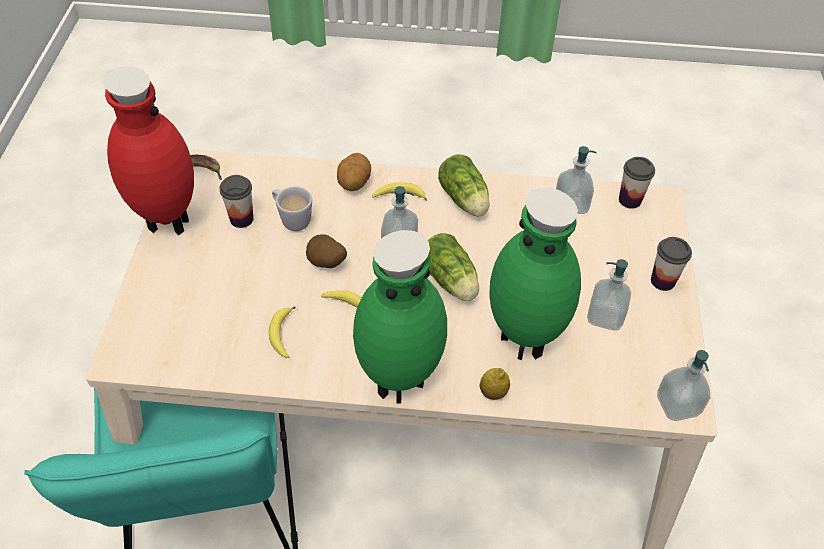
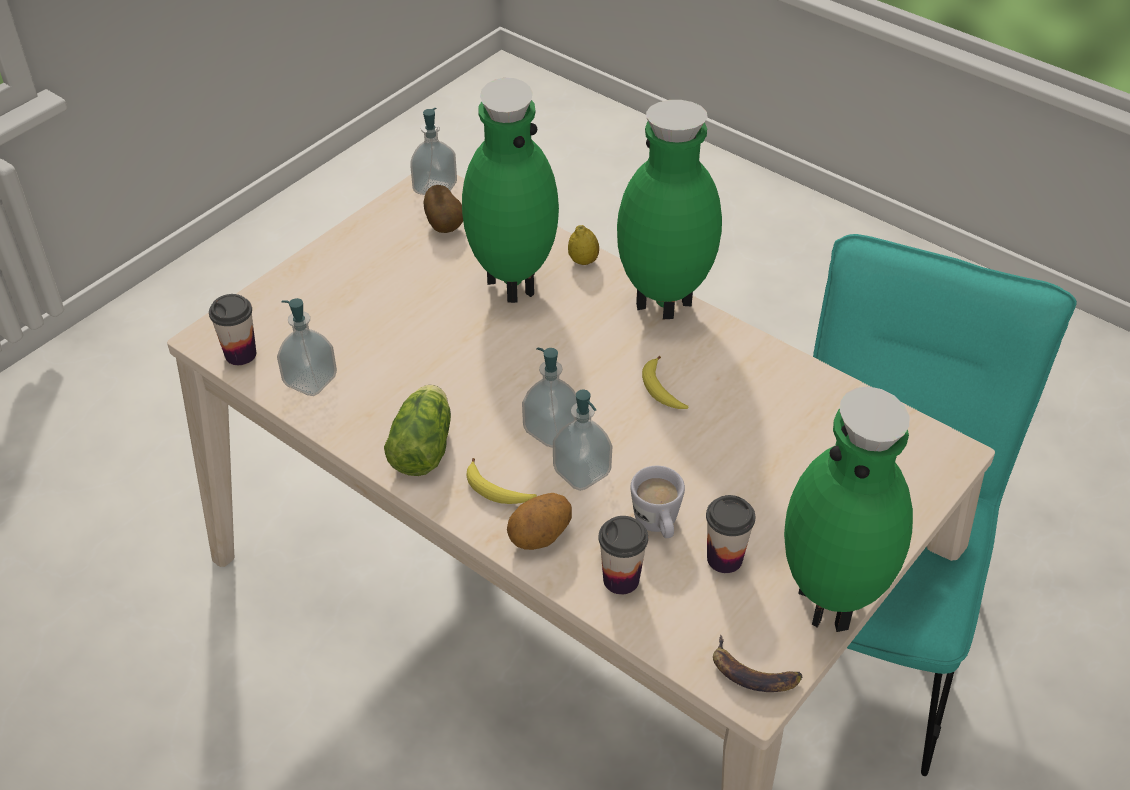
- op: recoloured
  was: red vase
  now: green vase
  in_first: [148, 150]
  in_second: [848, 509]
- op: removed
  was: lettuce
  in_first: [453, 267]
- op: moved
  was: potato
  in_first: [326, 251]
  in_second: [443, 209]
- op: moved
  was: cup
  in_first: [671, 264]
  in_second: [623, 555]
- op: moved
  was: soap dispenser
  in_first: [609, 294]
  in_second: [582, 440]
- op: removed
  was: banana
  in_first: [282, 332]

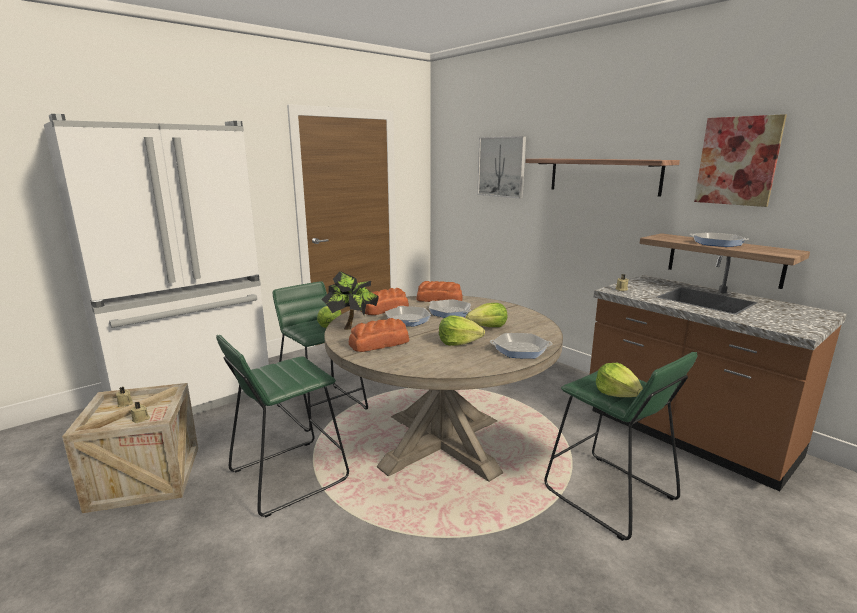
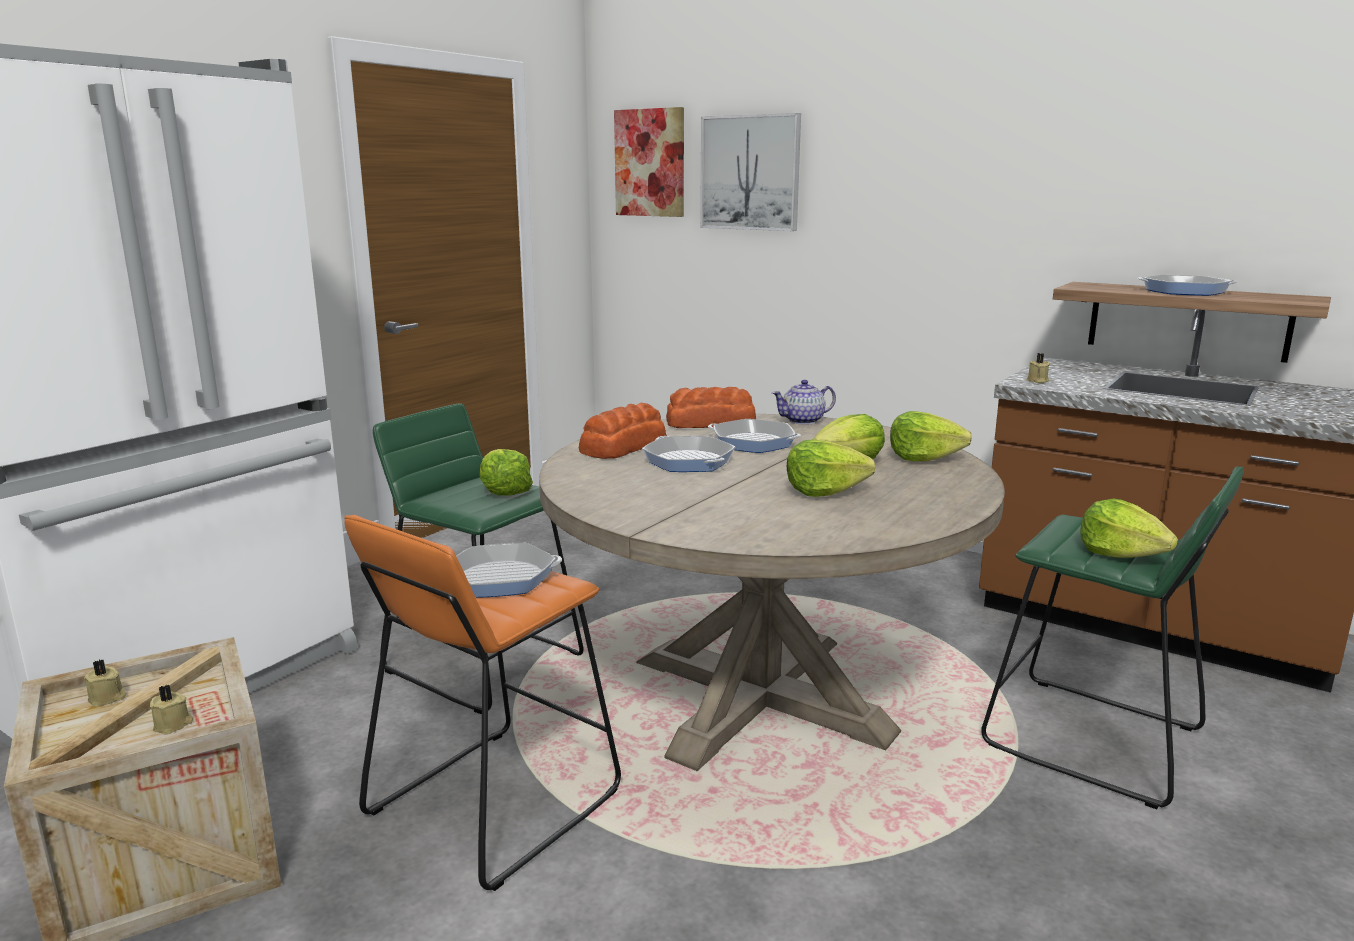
- op: moved
  was: picture
  in_first: [740, 160]
  in_second: [649, 162]
- op: removed
  was: shelf
  in_first: [602, 178]
- op: removed
  was: potted plant
  in_first: [350, 300]
- op: removed
  was: bread
  in_first: [379, 335]
- op: moved
  was: frying pan
  in_first: [521, 346]
  in_second: [509, 570]
- op: recoloured
  was: green stool
  now: orange stool
  in_first: [282, 426]
  in_second: [482, 703]
- op: added
  now: teapot
  in_second: [804, 402]
- op: added
  now: lettuce
  in_second: [931, 436]

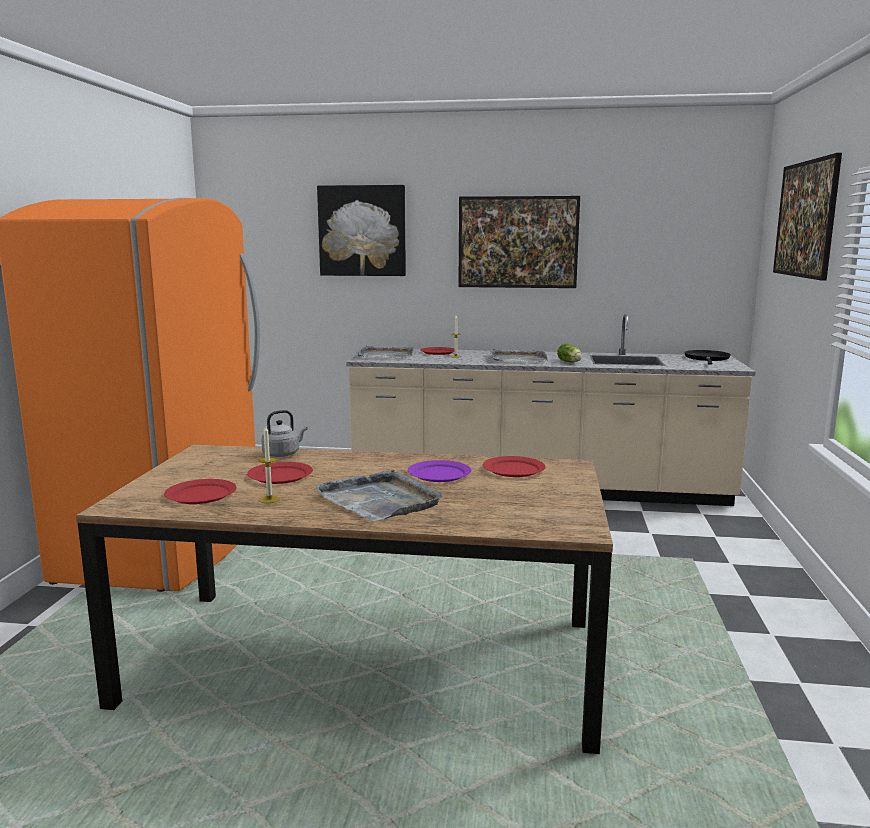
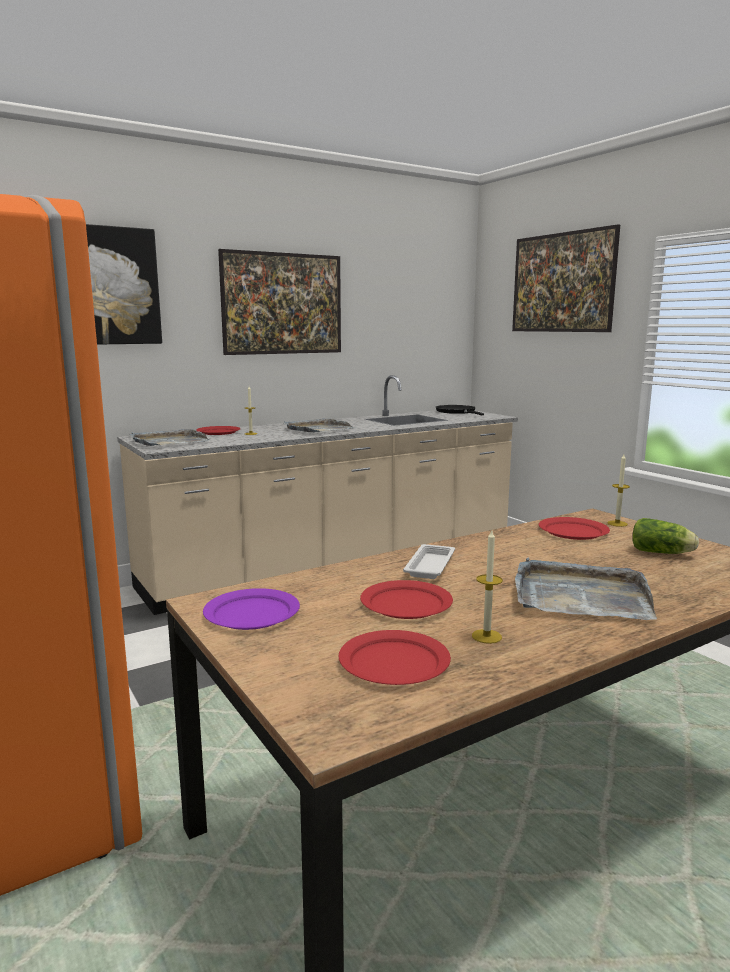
- op: moved
  was: lettuce
  in_first: [569, 353]
  in_second: [665, 536]
- op: removed
  was: grey kettle
  in_first: [284, 433]
- op: moved
  was: purple plate
  in_first: [439, 471]
  in_second: [251, 609]
- op: added
  now: candle
  in_second: [618, 490]
- op: added
  now: white tray
  in_second: [429, 561]

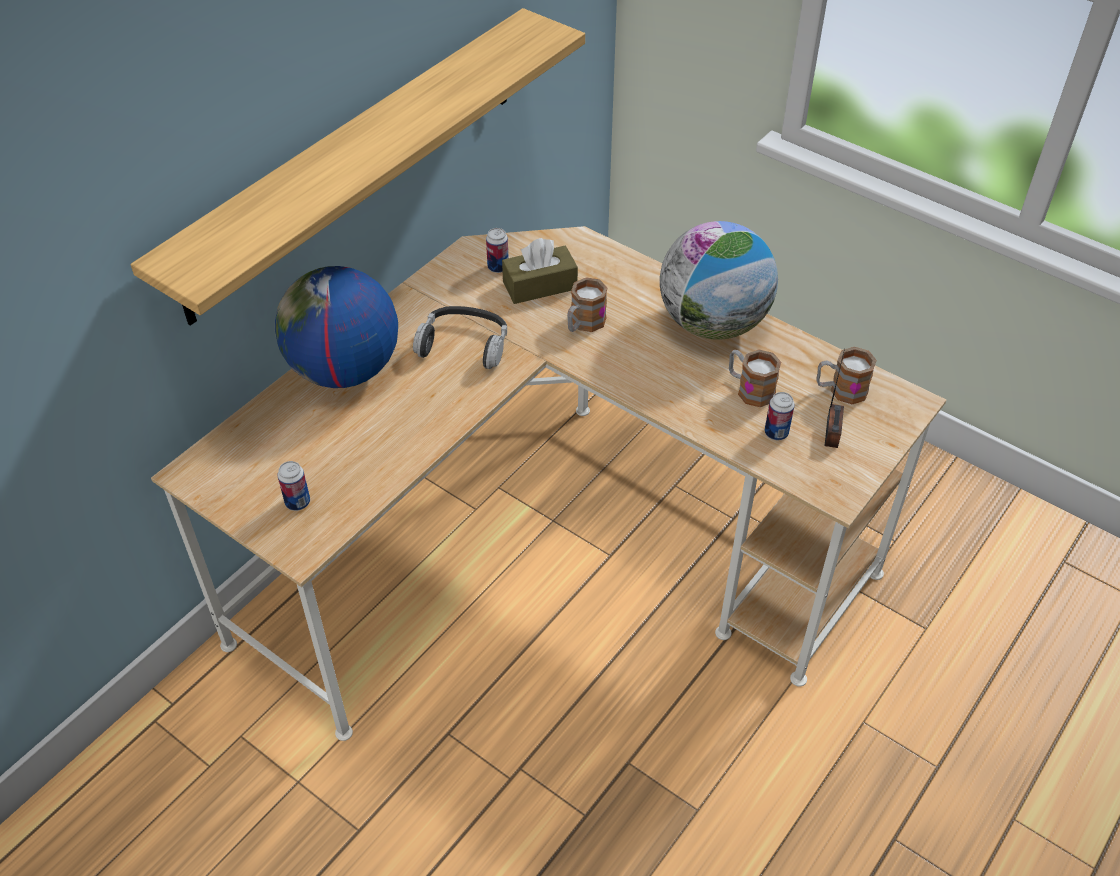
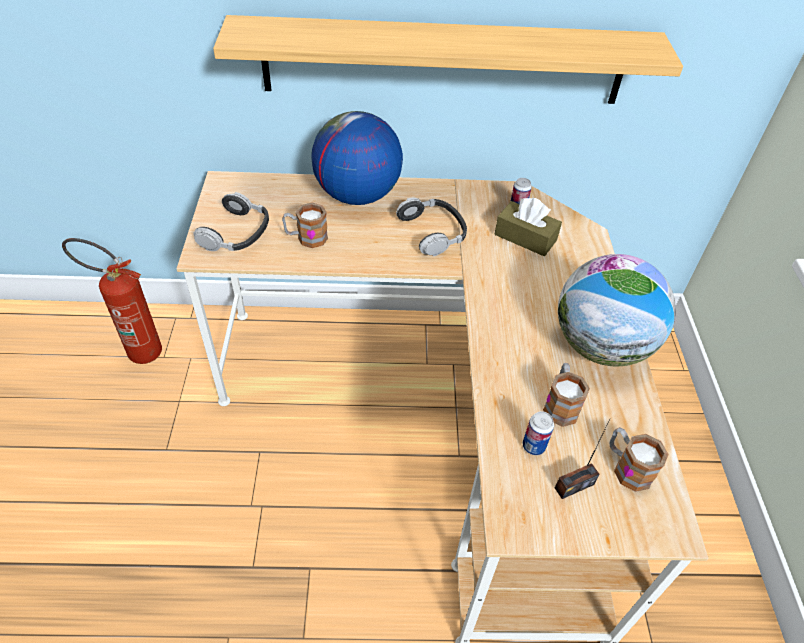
- op: moved
  was: mug
  in_first: [587, 304]
  in_second: [305, 225]
- op: replaced
  was: can
  now: headphones
  in_first: [293, 486]
  in_second: [231, 221]
- op: added
  now: fire extinguisher
  in_second: [112, 301]

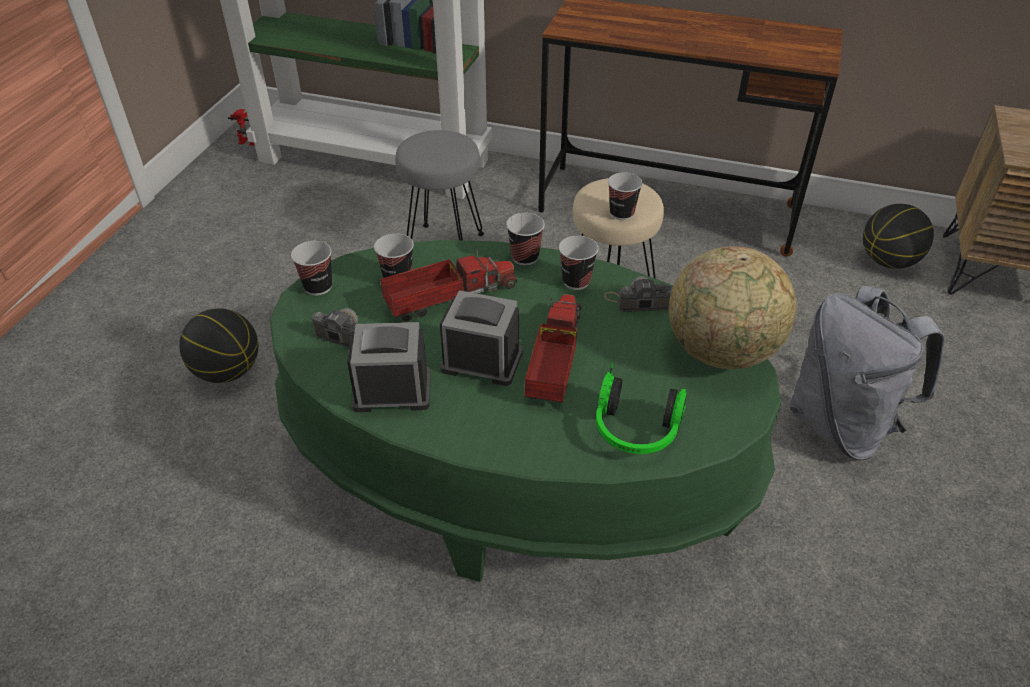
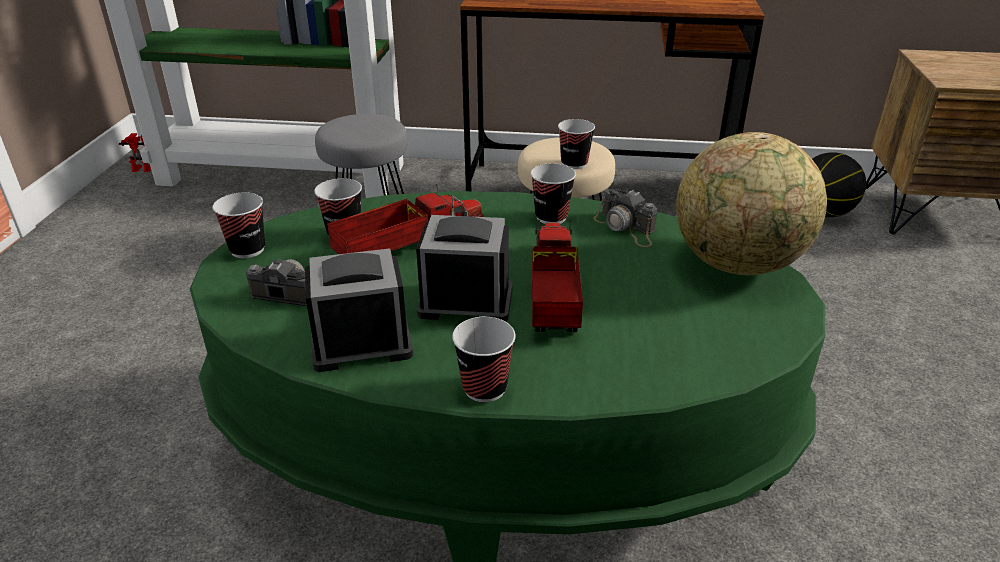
- op: moved
  was: cup
  in_first: [525, 239]
  in_second: [484, 359]
- op: turned
  was: photo camera
  in_first: [638, 294]
  in_second: [625, 218]
  clockwise: -120
- op: removed
  was: grey backpack
  in_first: [867, 372]
- op: removed
  was: basketball
  in_first: [218, 345]
- op: removed
  was: headphones
  in_first: [641, 409]

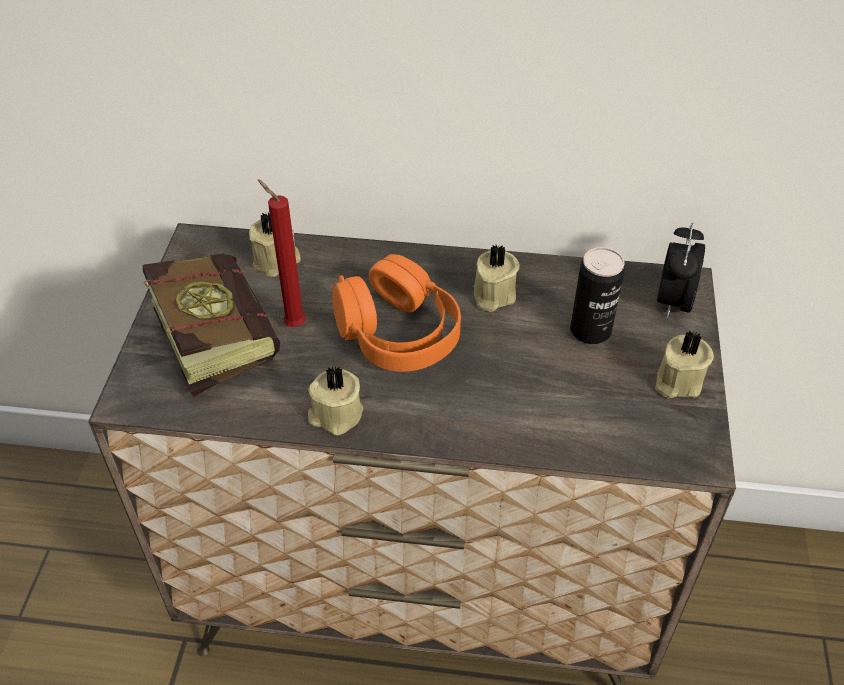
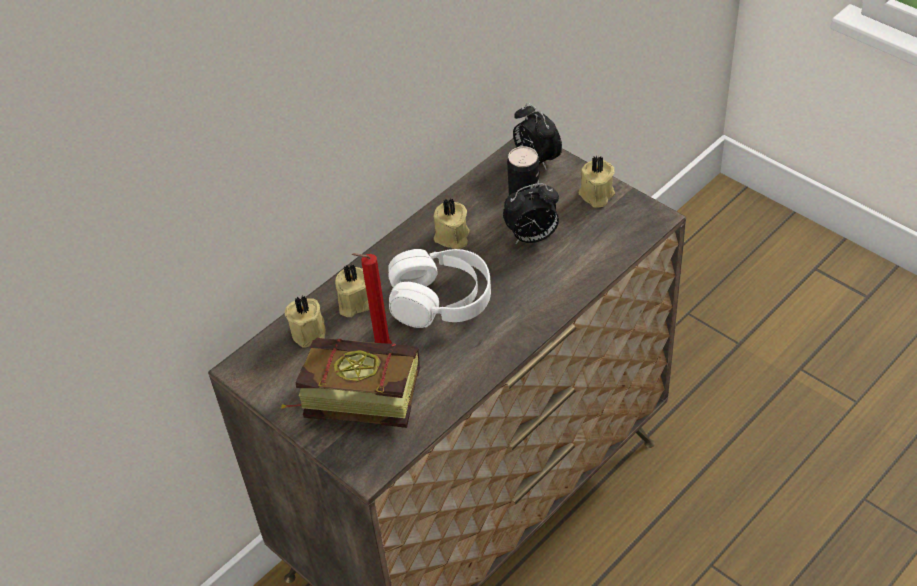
- op: recoloured
  was: orange headphones
  now: white headphones
  in_first: [396, 313]
  in_second: [439, 288]
- op: moved
  was: beige candle
  in_first: [335, 401]
  in_second: [352, 290]
- op: added
  now: alarm clock
  in_second: [531, 213]

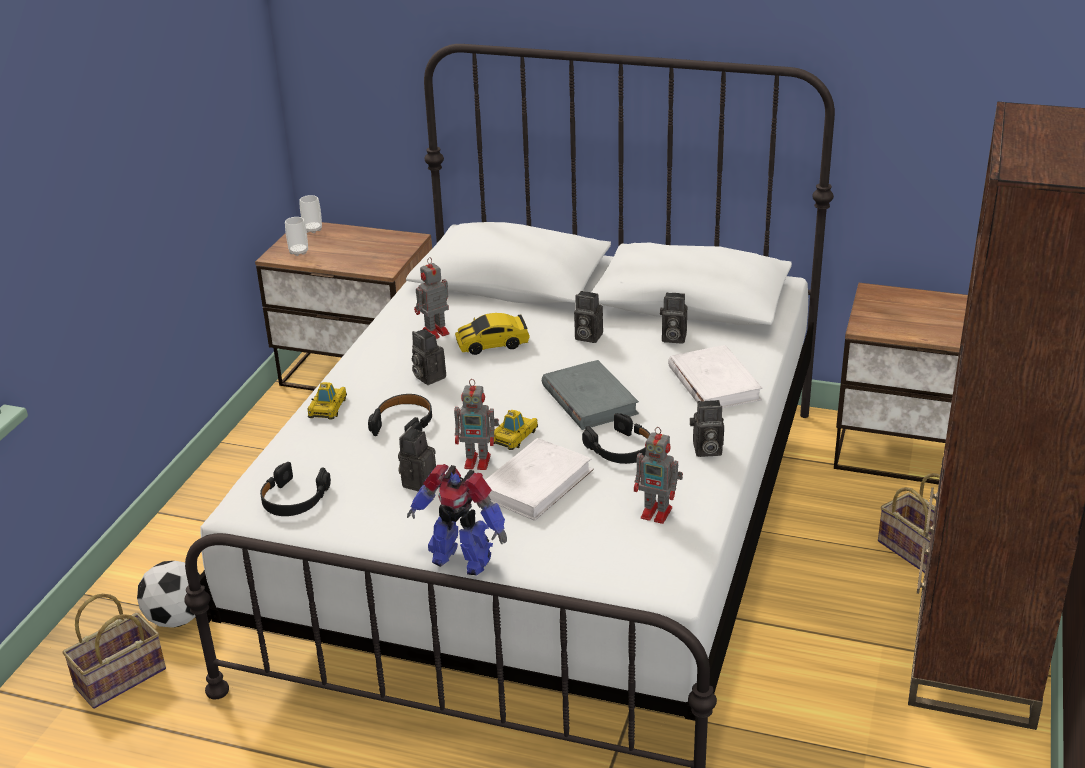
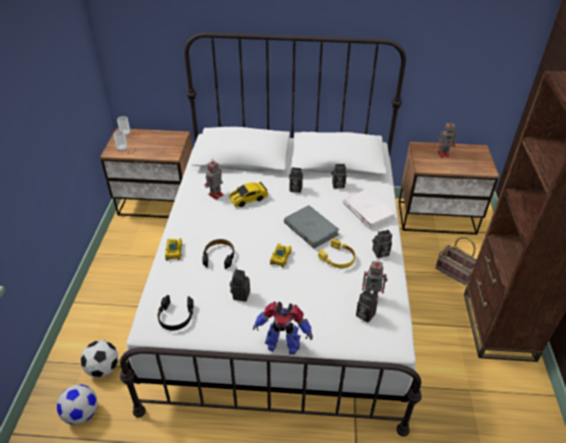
- op: moved
  was: photo camera
  in_first: [429, 357]
  in_second: [367, 306]
- op: moved
  was: toy robot
  in_first: [476, 424]
  in_second: [447, 139]
- op: recoloured
  was: black headphones
  now: yellow headphones
  in_first: [616, 438]
  in_second: [336, 254]
- op: removed
  was: white book
  in_first: [539, 479]
- op: replaced
  was: basket
  now: football
  in_first: [114, 651]
  in_second: [77, 404]

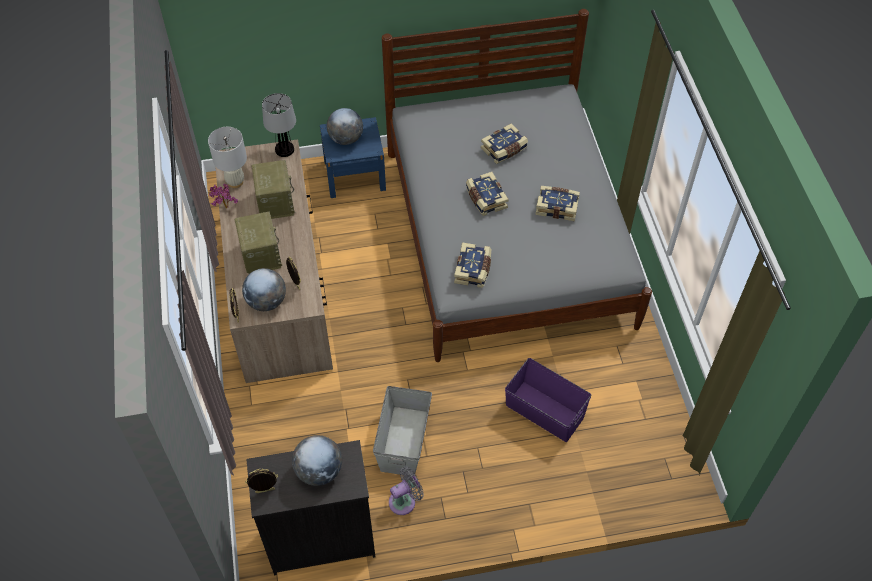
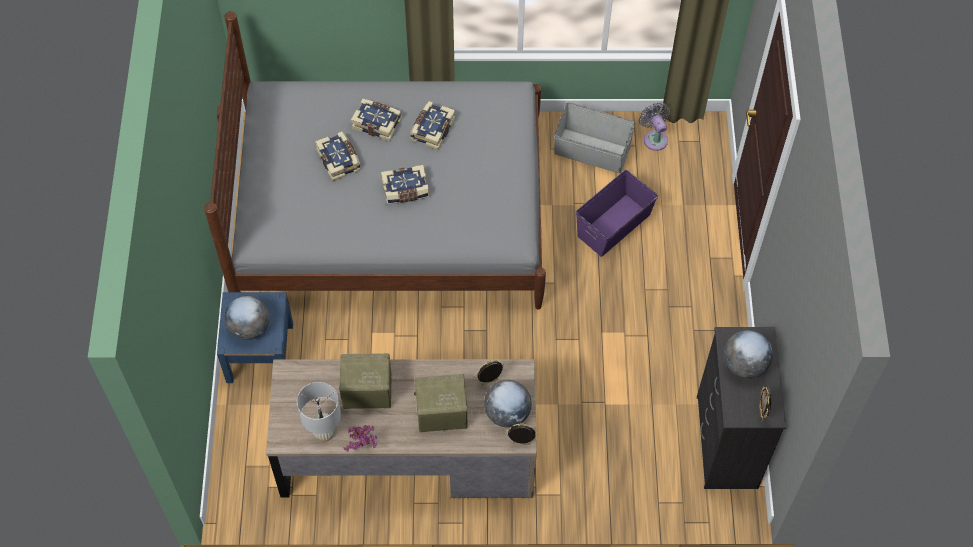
- op: removed
  was: table lamp
  in_first: [279, 125]
- op: moved
  was: book
  in_first: [472, 265]
  in_second: [376, 120]
- op: moved
  was: grey storage box
  in_first: [402, 430]
  in_second: [594, 137]
- op: moved
  was: grey fan
  in_first: [406, 491]
  in_second: [654, 127]

